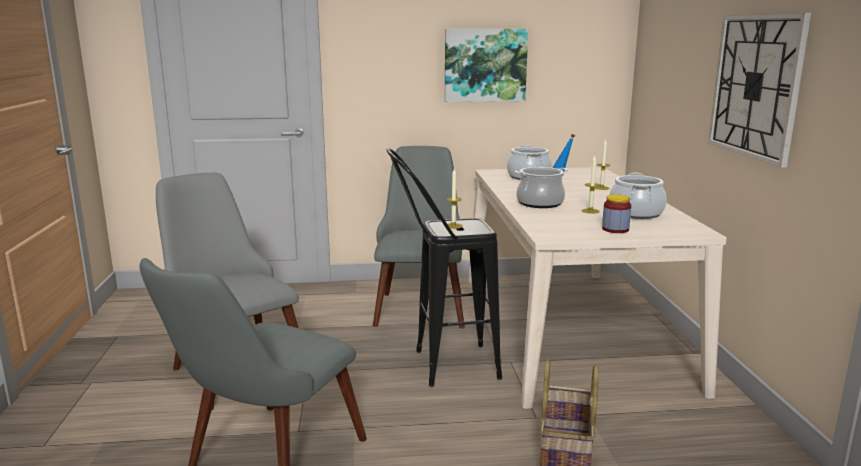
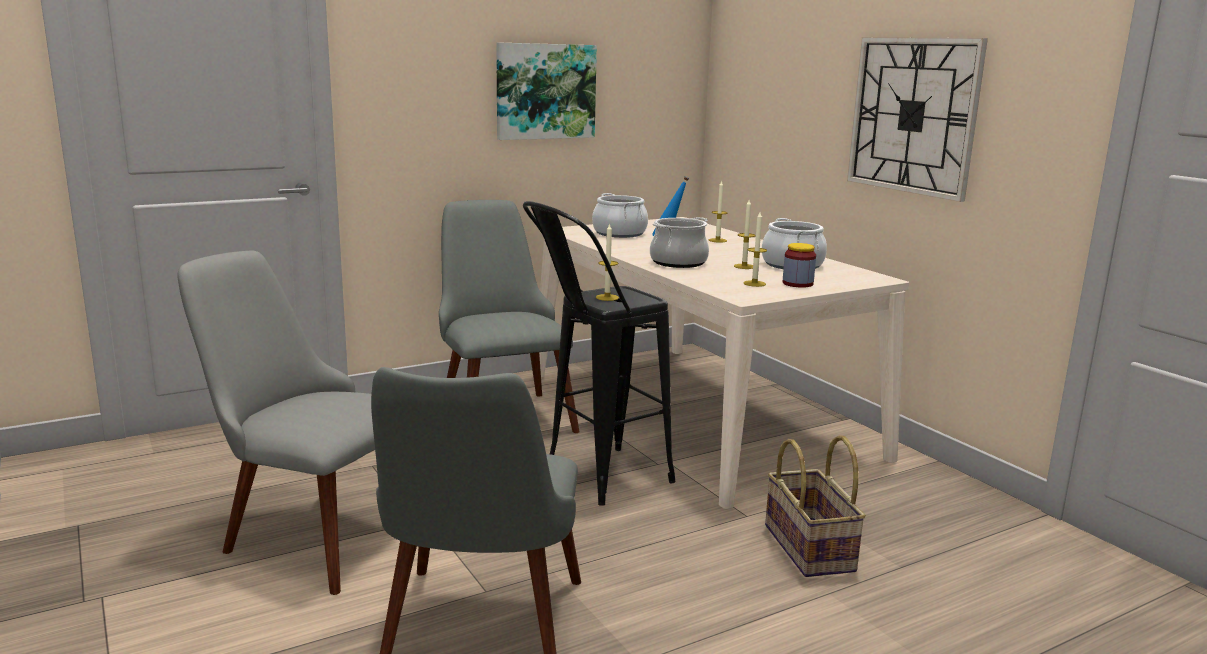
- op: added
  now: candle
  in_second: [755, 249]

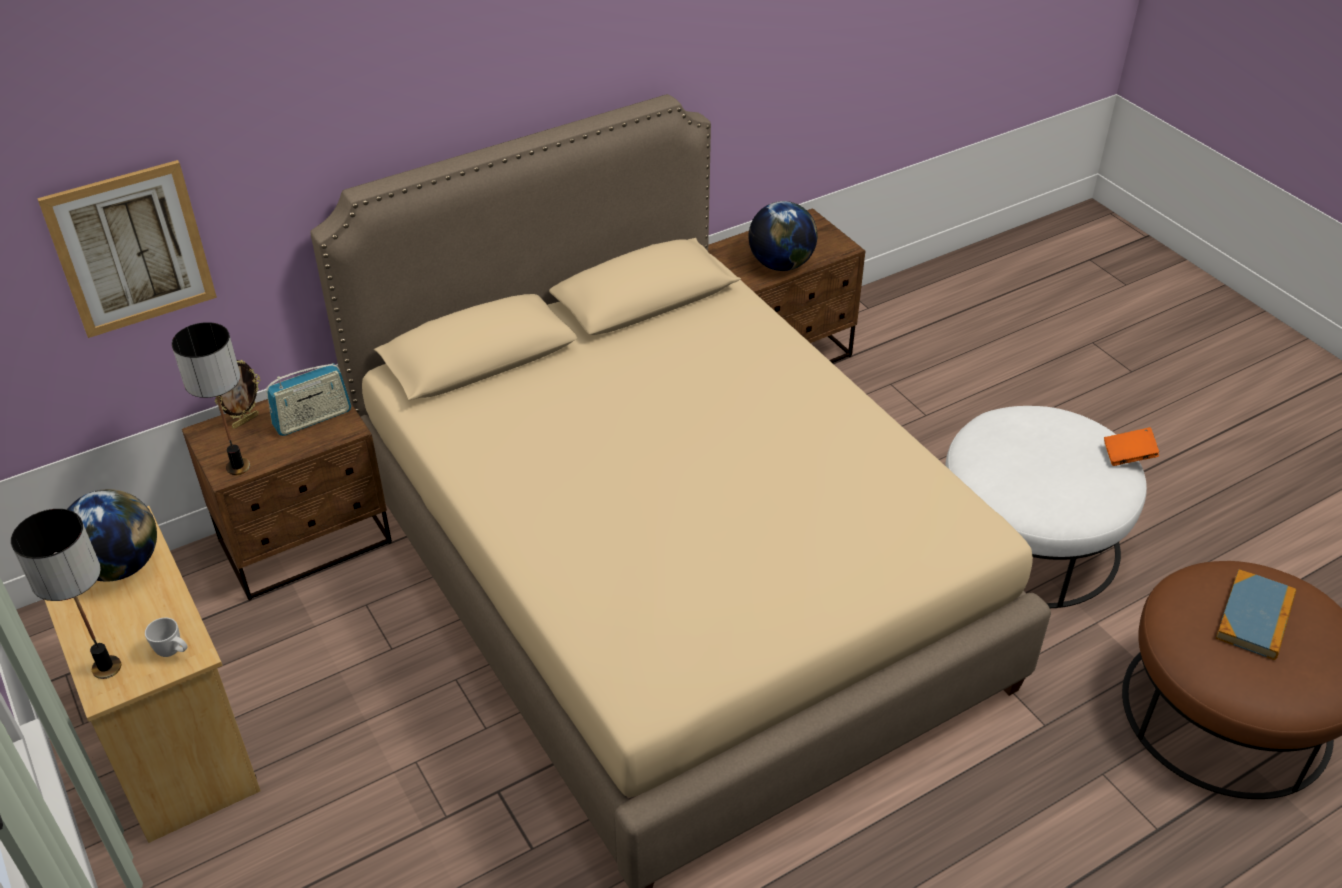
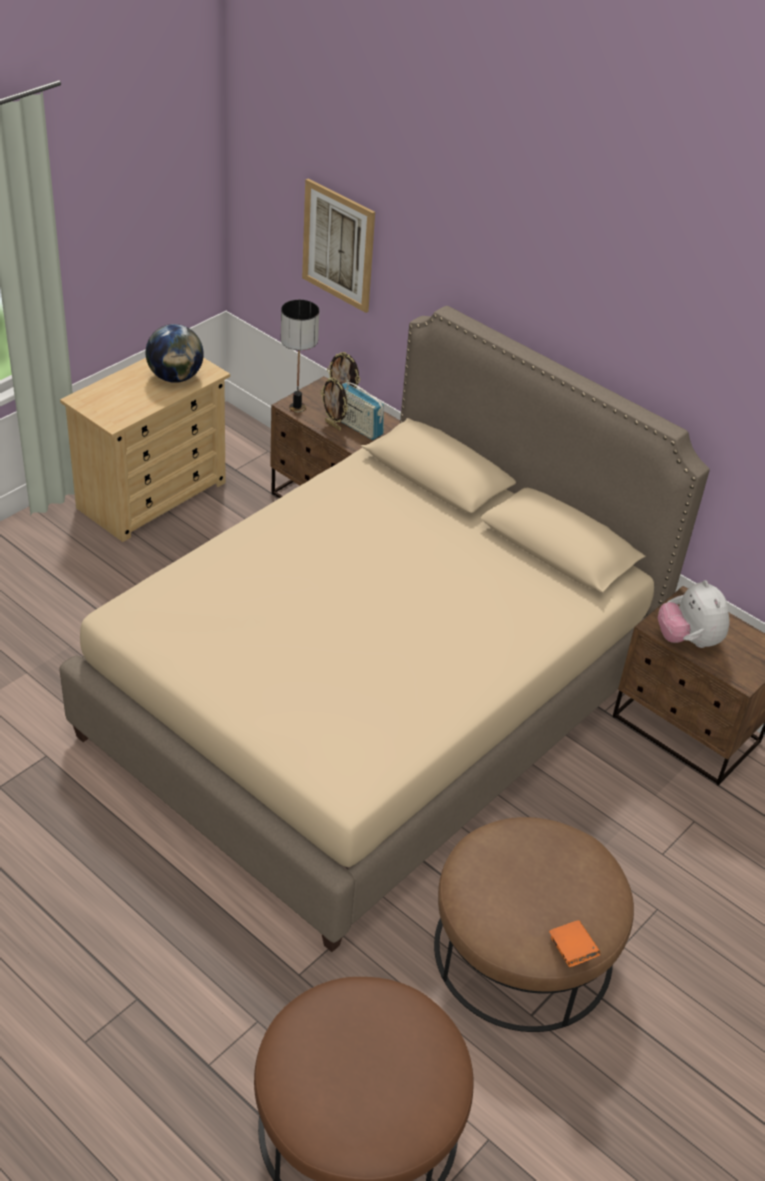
- op: replaced
  was: globe
  now: plush toy
  in_first: [783, 236]
  in_second: [694, 614]
- op: recoloured
  was: white ottoman
  now: brown ottoman
  in_first: [1046, 507]
  in_second: [534, 924]
- op: removed
  was: table lamp
  in_first: [66, 594]
- op: removed
  was: book
  in_first: [1255, 614]
- op: removed
  was: white mug
  in_first: [166, 637]
- op: added
  now: picture frame
  in_second: [334, 404]

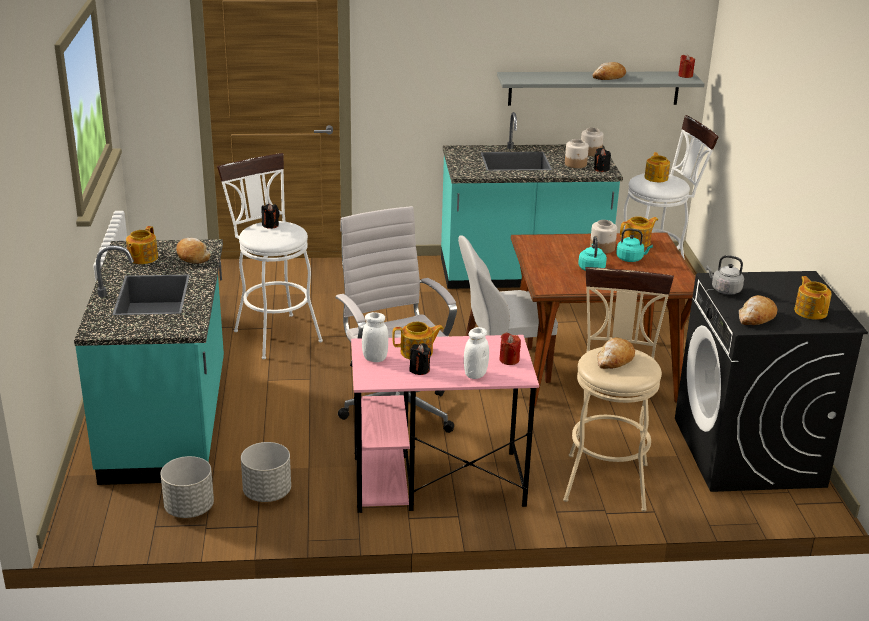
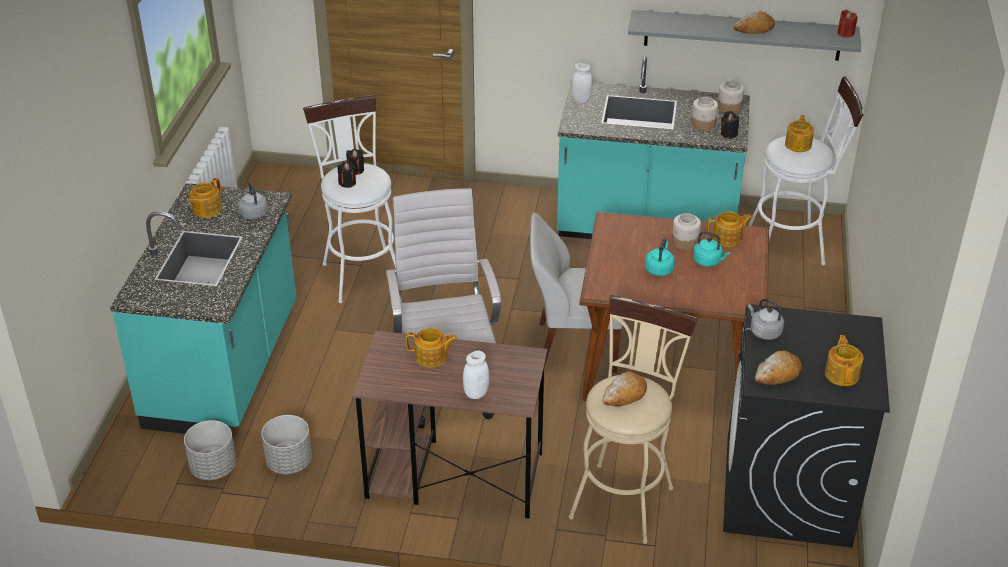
- op: replaced
  was: bread
  now: grey kettle
  in_first: [193, 251]
  in_second: [253, 201]
- op: moved
  was: white jar
  in_first: [375, 337]
  in_second: [582, 83]
- op: removed
  was: red candle
  in_first: [510, 349]
- op: recoloured
  was: pink desk
  now: brown desk
  in_first: [445, 424]
  in_second: [449, 425]
- op: moved
  was: black candle
  in_first: [420, 359]
  in_second: [347, 175]

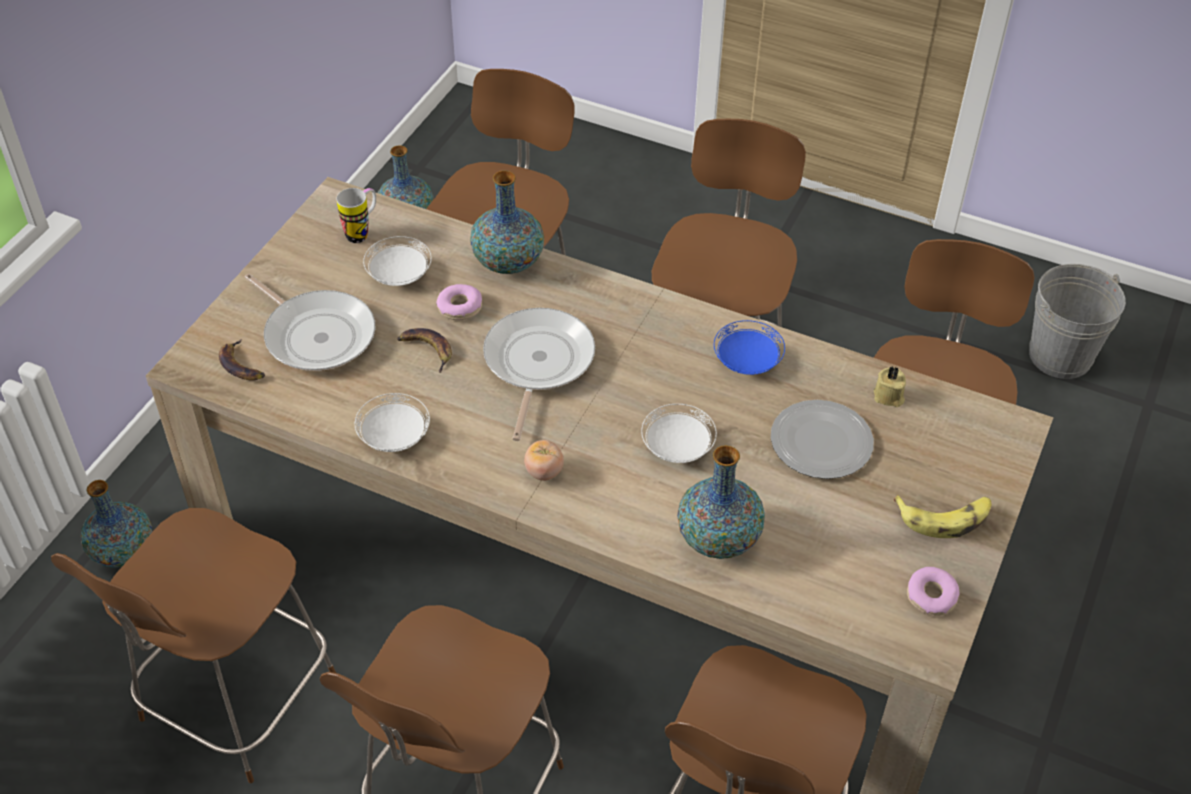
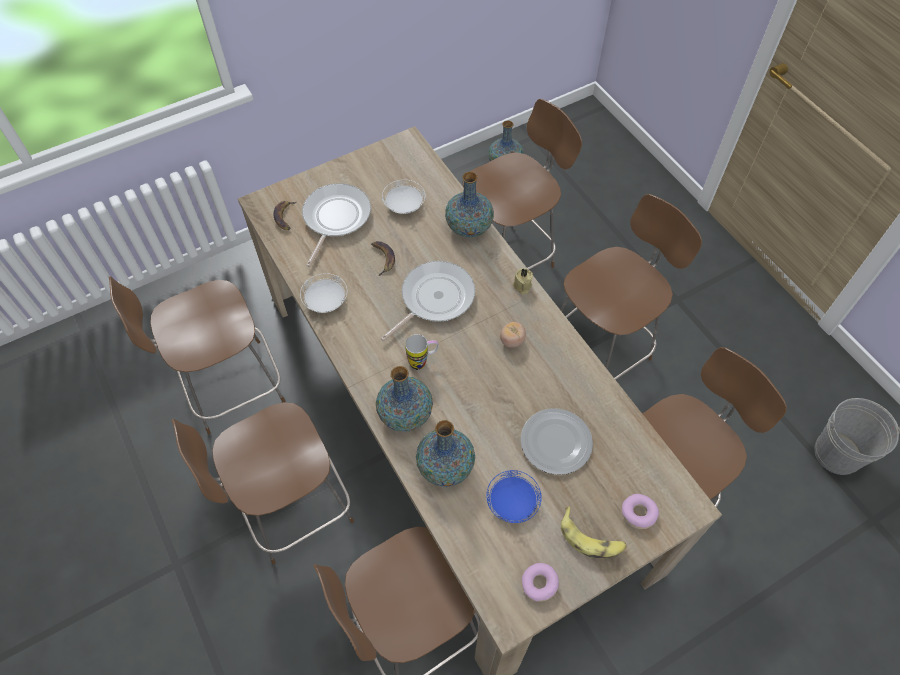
- op: moved
  was: mug
  in_first: [356, 215]
  in_second: [422, 352]
- op: turned
  was: frying pan
  in_first: [310, 322]
  in_second: [336, 225]
  clockwise: -150
- op: moved
  was: donut
  in_first: [459, 302]
  in_second: [640, 511]
- op: moved
  was: blue plate
  in_first: [749, 347]
  in_second: [514, 496]
- op: moved
  was: beige candle
  in_first: [890, 387]
  in_second: [523, 281]
- op: removed
  was: white plate
  in_first: [679, 433]
- op: moved
  was: tomato
  in_first: [544, 460]
  in_second: [513, 335]
- op: moved
  was: vase
  in_first: [116, 524]
  in_second: [404, 399]

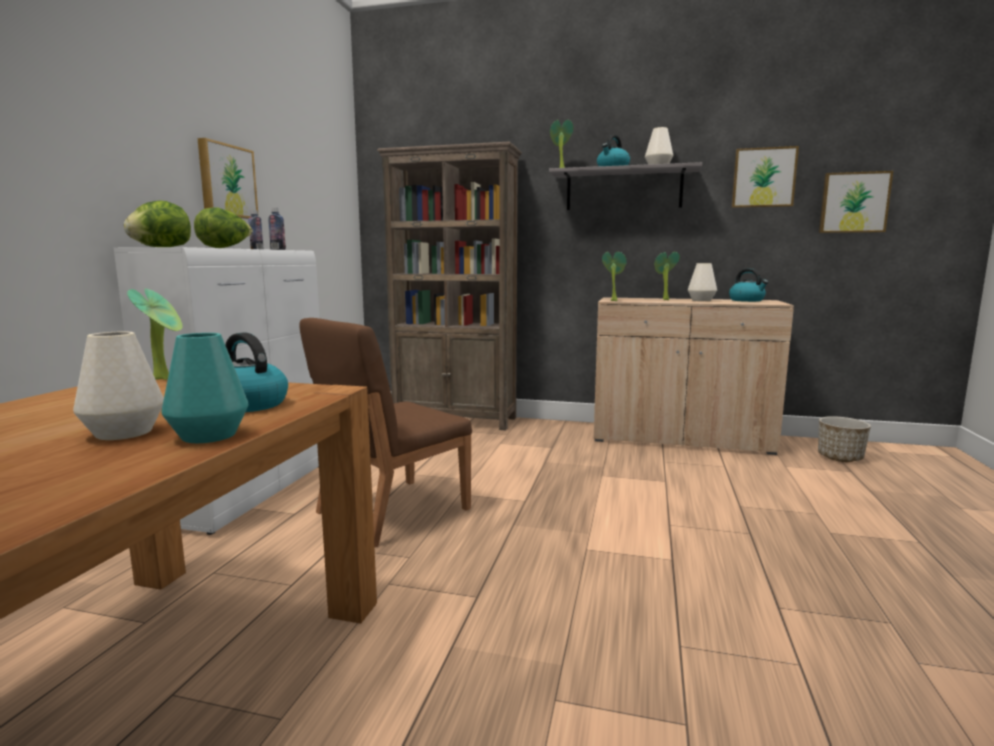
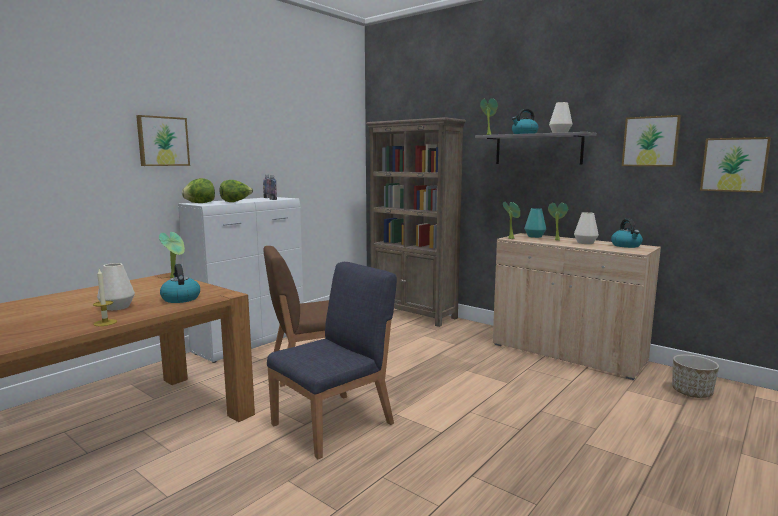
- op: moved
  was: picture
  in_first: [228, 178]
  in_second: [163, 140]
- op: moved
  was: turquoise vase
  in_first: [204, 388]
  in_second: [535, 223]
- op: added
  now: blue chair
  in_second: [332, 360]
- op: added
  now: candle
  in_second: [105, 297]

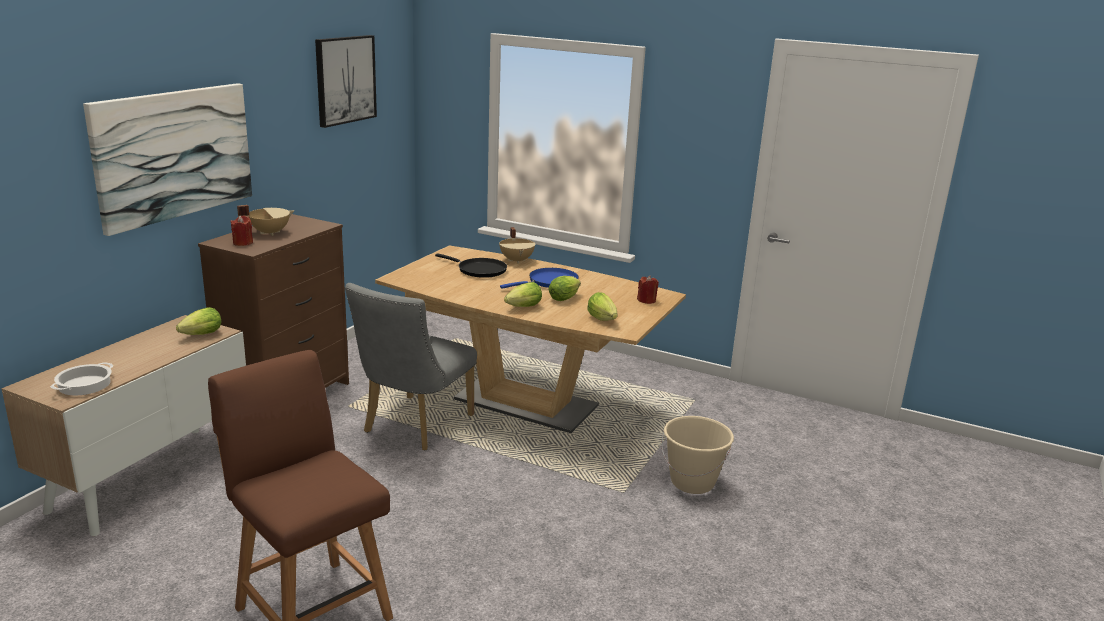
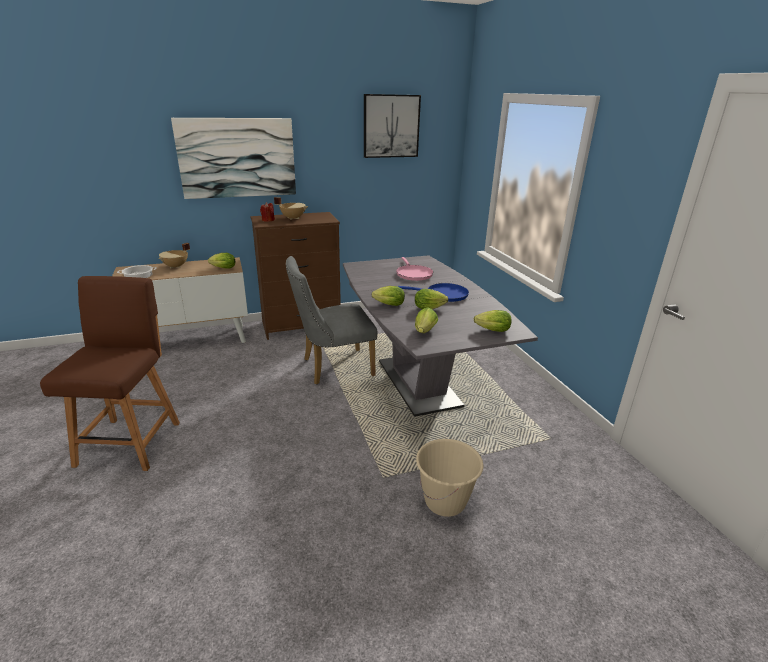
- op: moved
  was: beige cooking pot
  in_first: [517, 245]
  in_second: [174, 256]
- op: recoloured
  was: brown dining table
  now: grey dining table
  in_first: [530, 339]
  in_second: [440, 336]
- op: recoloured
  was: black frying pan
  now: pink frying pan
  in_first: [471, 265]
  in_second: [415, 269]
- op: replaced
  was: red candle
  now: lettuce
  in_first: [648, 289]
  in_second: [493, 321]

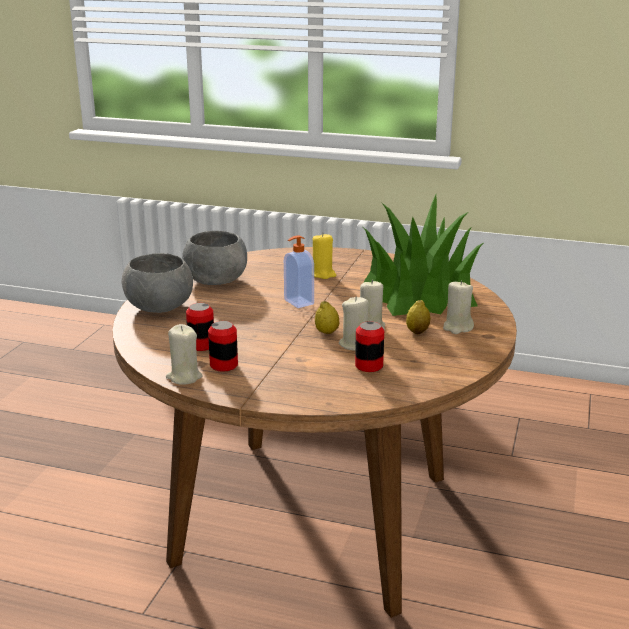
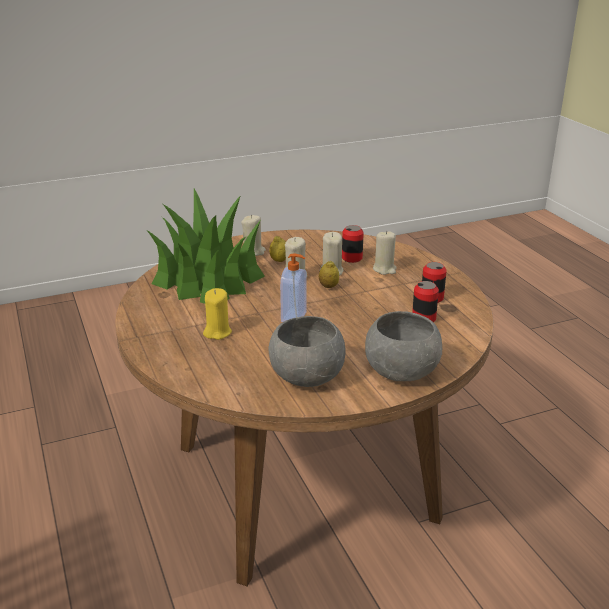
- op: moved
  was: beige candle
  in_first: [184, 354]
  in_second: [385, 253]

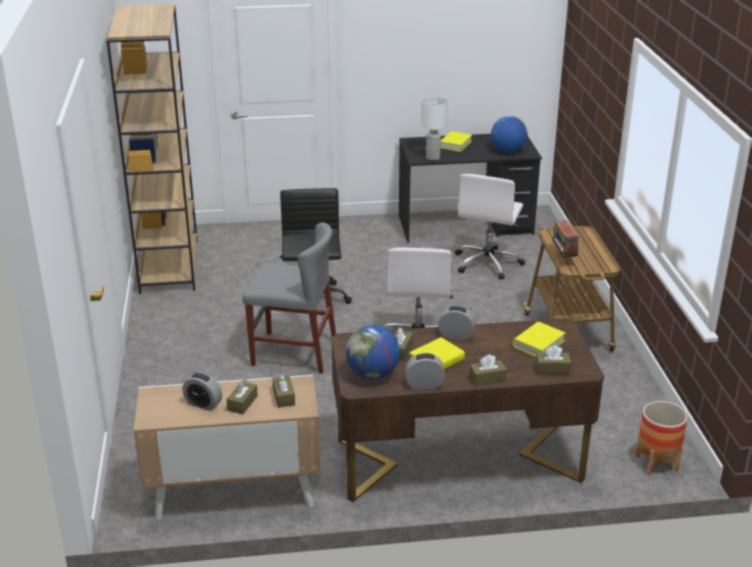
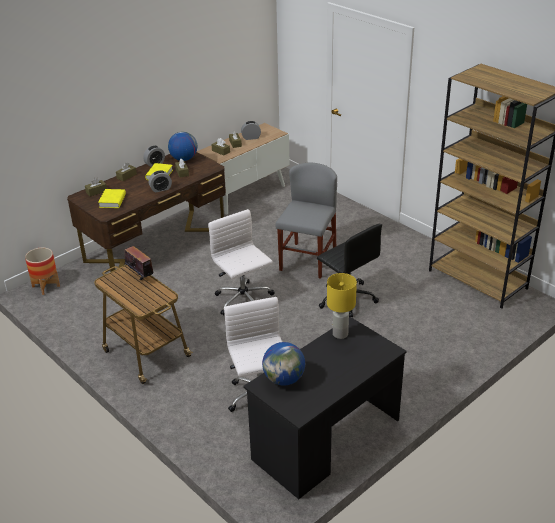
- op: recoloured
  was: white table lamp
  now: yellow table lamp
  in_first: [434, 128]
  in_second: [342, 306]
- op: removed
  was: yellow book
  in_first: [456, 141]
- op: turned
  was: grey chair
  in_first: [289, 298]
  in_second: [306, 221]
  clockwise: 135

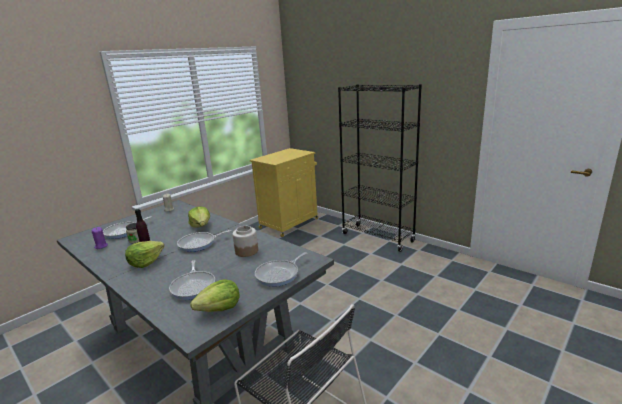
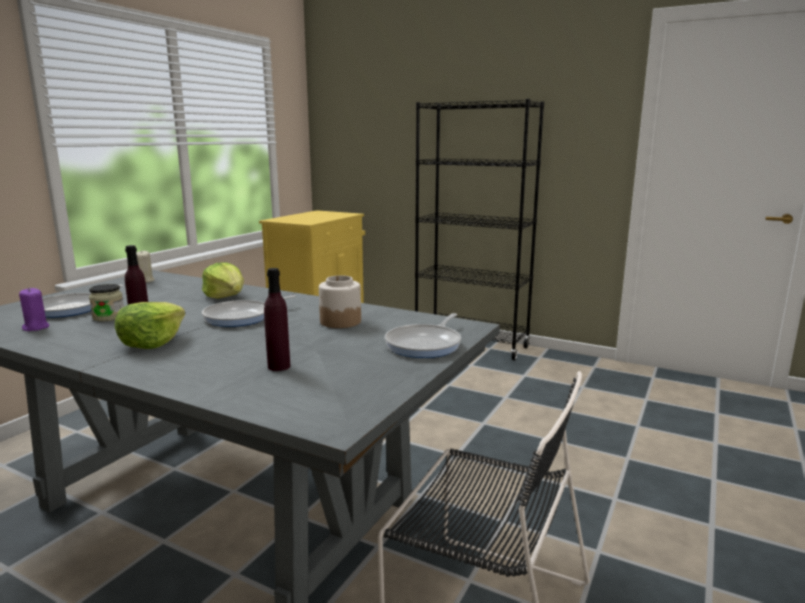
- op: replaced
  was: frying pan
  now: purple bottle
  in_first: [192, 280]
  in_second: [277, 319]
- op: removed
  was: lettuce
  in_first: [214, 295]

